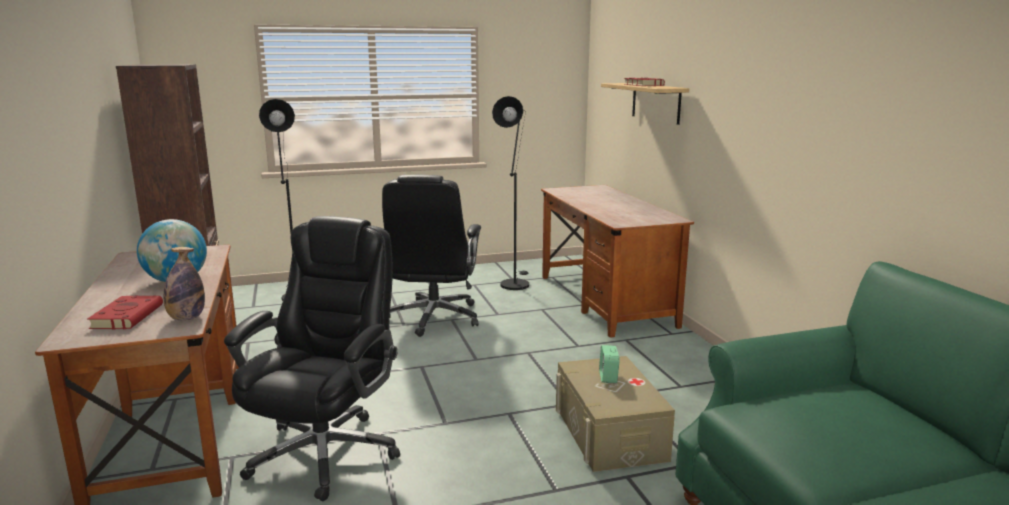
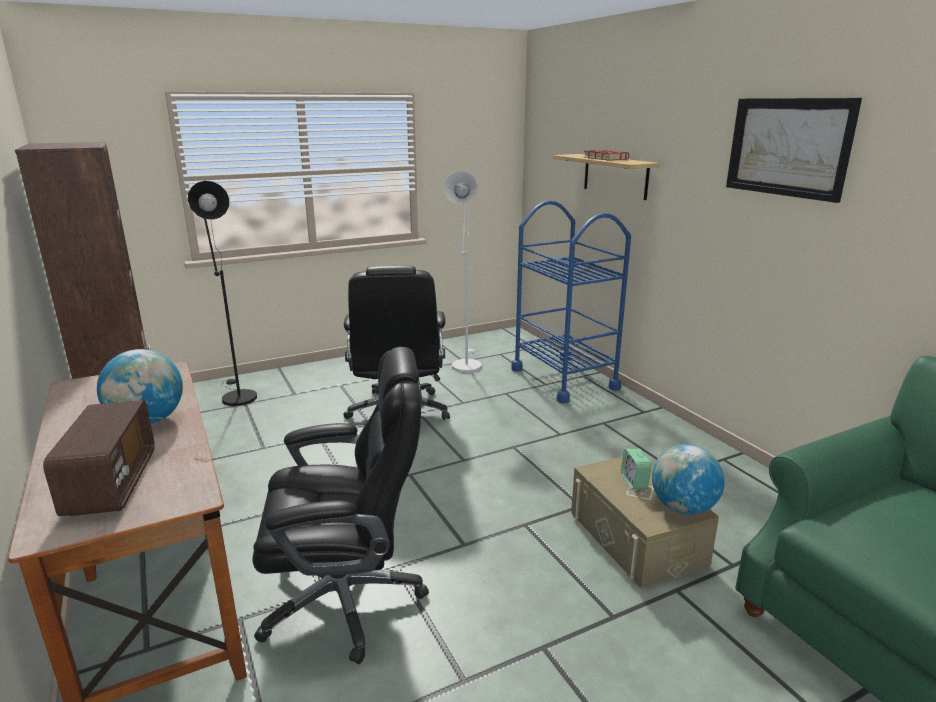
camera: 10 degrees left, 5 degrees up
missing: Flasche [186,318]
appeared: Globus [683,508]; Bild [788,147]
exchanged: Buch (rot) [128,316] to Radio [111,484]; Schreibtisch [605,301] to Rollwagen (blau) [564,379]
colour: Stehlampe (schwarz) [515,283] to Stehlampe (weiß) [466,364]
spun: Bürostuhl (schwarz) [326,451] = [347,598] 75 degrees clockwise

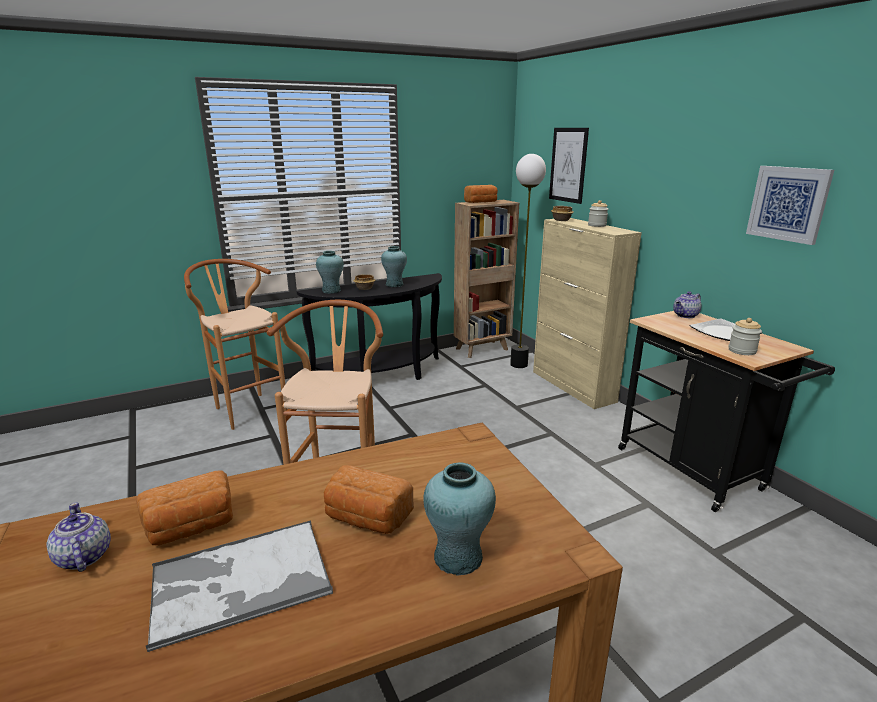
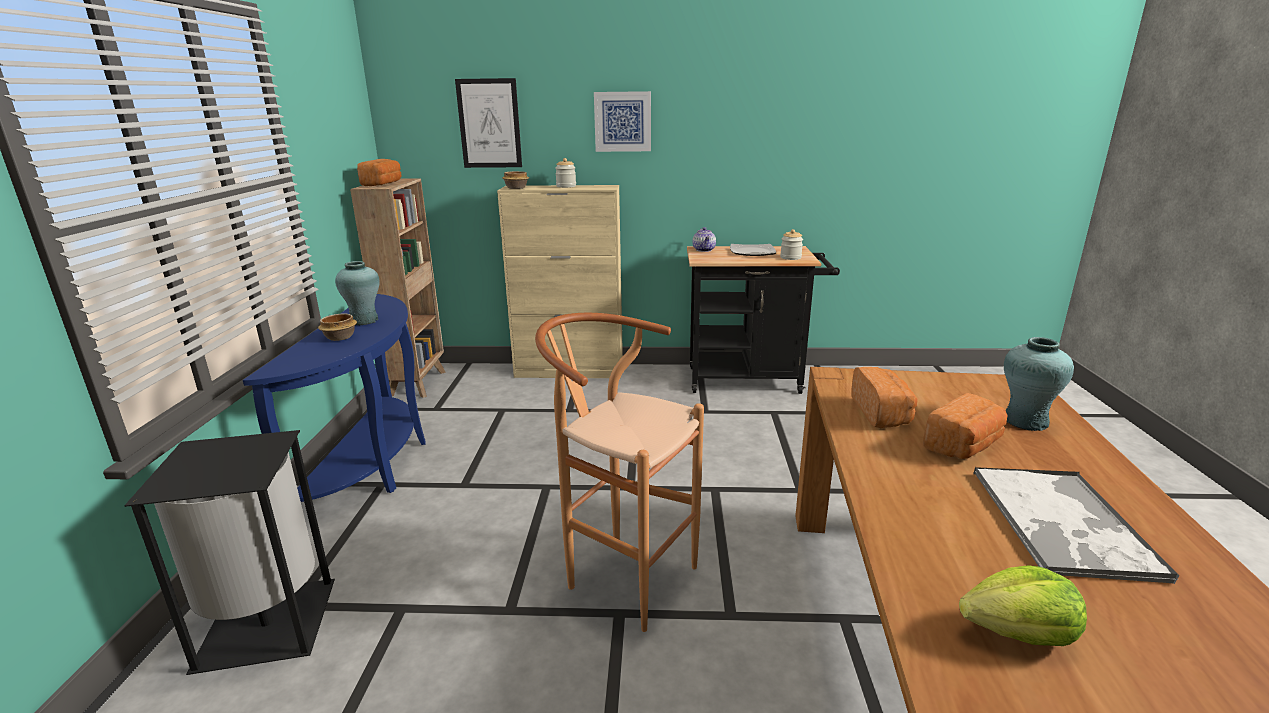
camera: 60 degrees left, 0 degrees up
missing: Vase (türkis) [331,290]; Stehlampe [519,364]
relocated: Brot [192,527] to [882,413]; Bild [788,204] to [623,121]
exchanged: Teekanne [83,557] to Salatkopf [1019,633]; Hocker (braun) [246,408] to Mülleimer (schwarz) [265,622]
colour: Konsolentisch (schwarz) [383,377] to Konsolentisch (blau) [375,466]

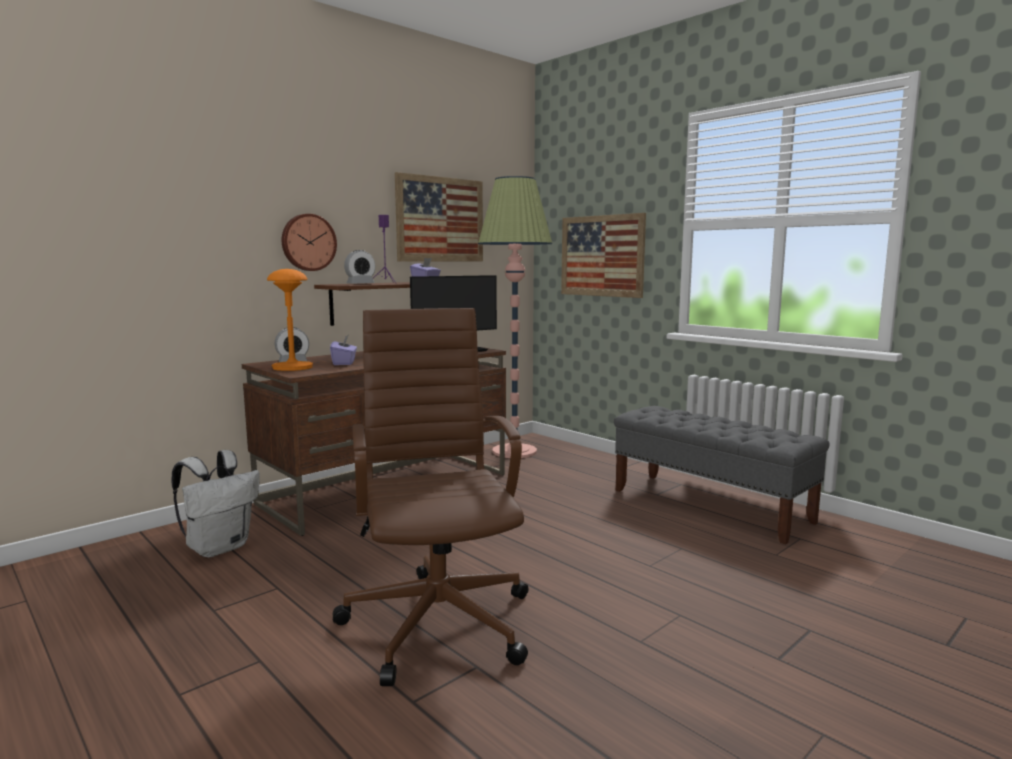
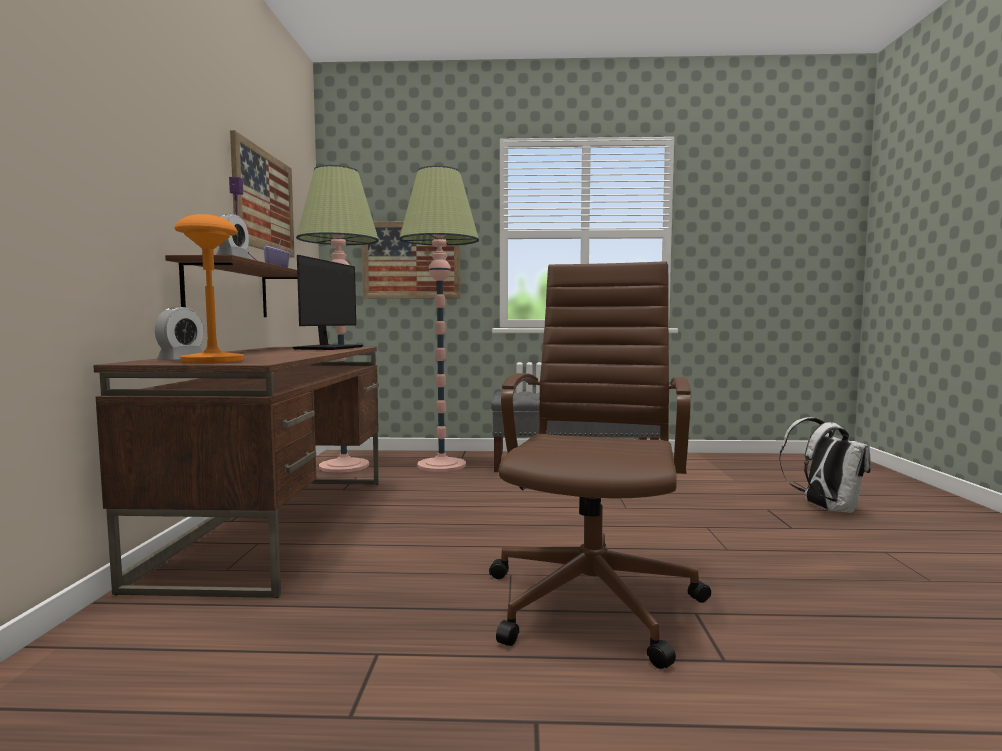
camera: 45 degrees left, 5 degrees down
missing: Wanduhr [308,242]; Taschentuchbox (lila) [344,363]
appeared: Stehlampe [441,465]
relocated: Rucksack (weiß) [219,547] to [825,508]
spun: Bürostuhl (braun) [438,620] = [594,599] 75 degrees clockwise

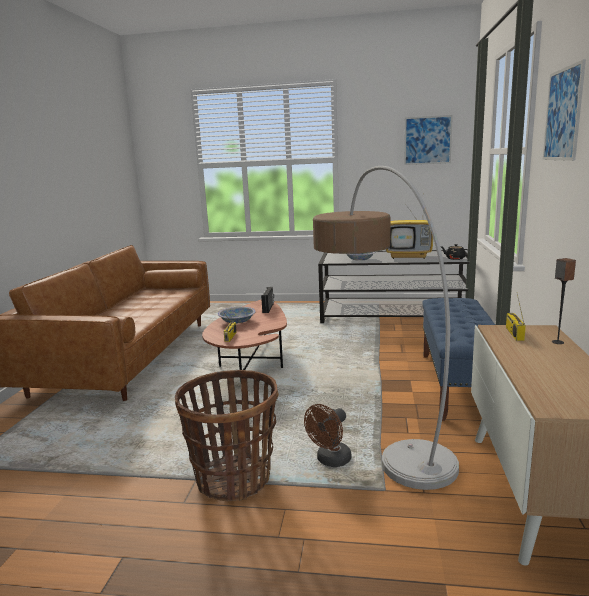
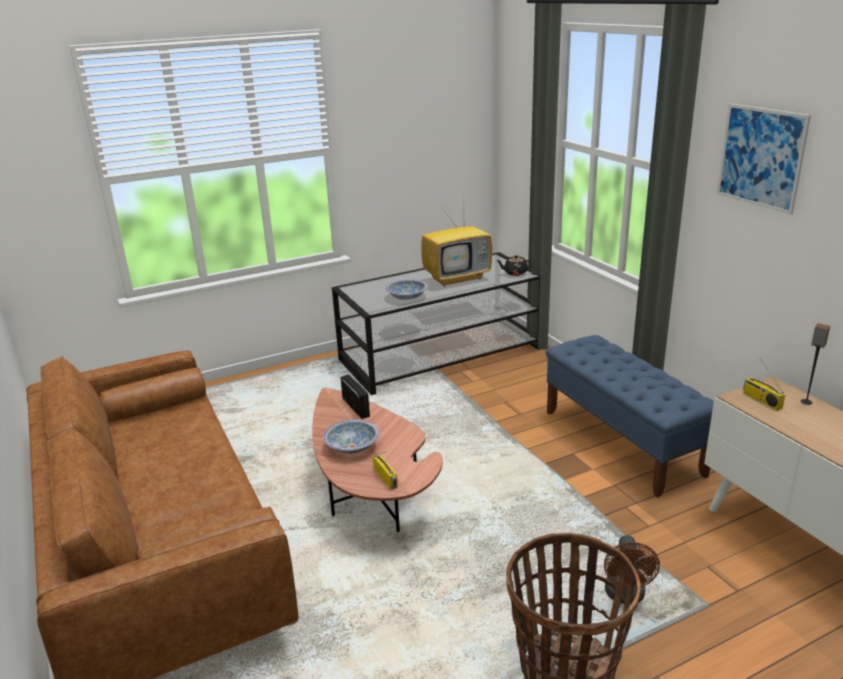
camera: 35 degrees left, 10 degrees up
missing: Stehlampe [376,417]; Bild [427,140]

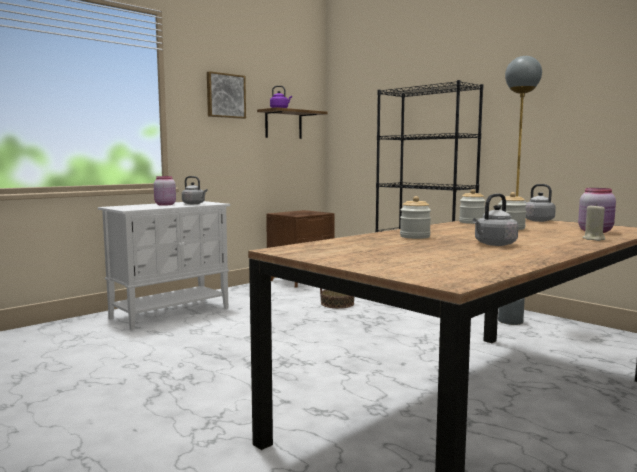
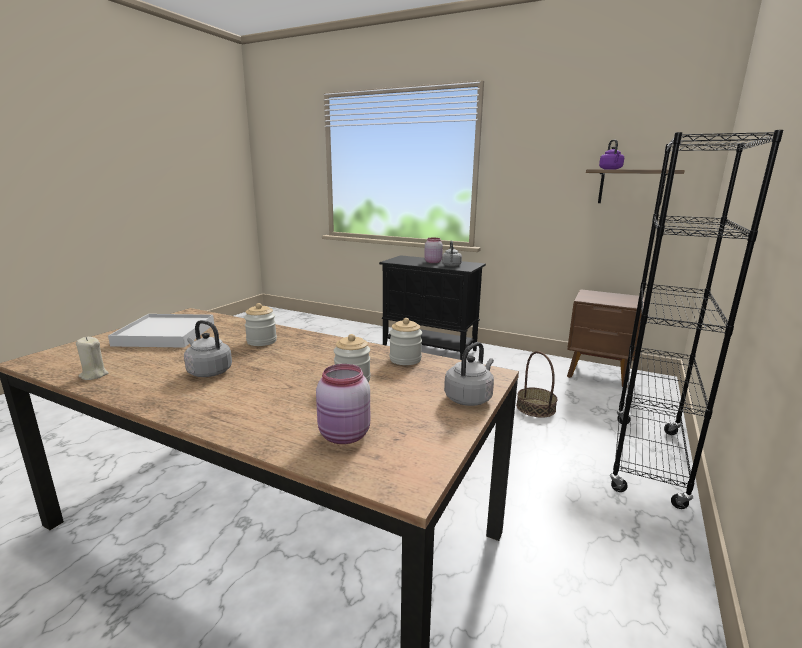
camera: 70 degrees right, 10 degrees up
missing: Bild [225,96]; Stehlampe (grau) [510,321]
appeared: Tablett (weiß) [165,334]
relocated: Kerze (beige) [594,239] to [94,375]
colour: Schrank (weiß) [171,313] to Schrank (schwarz) [430,349]

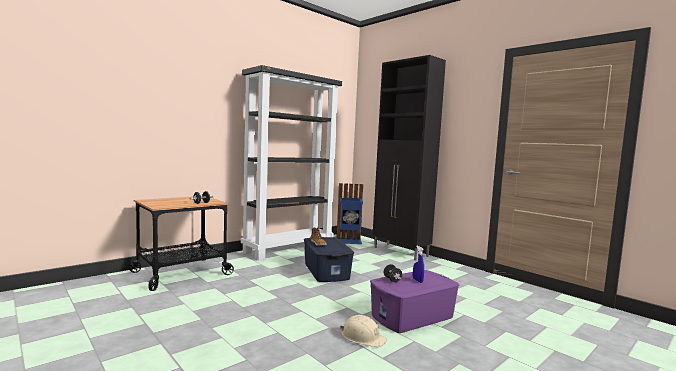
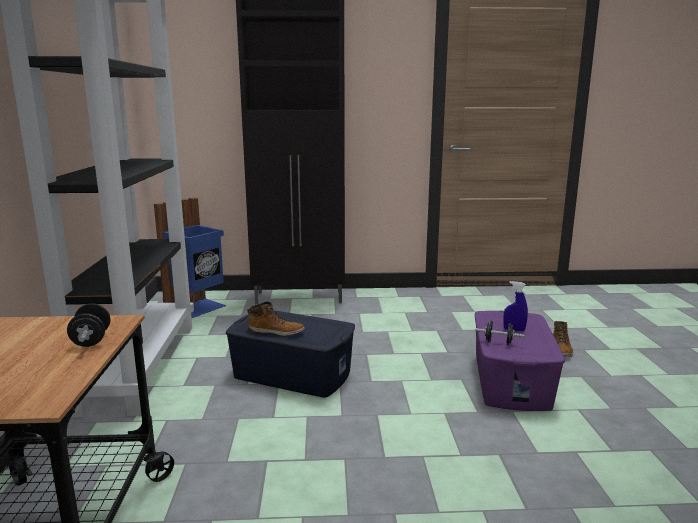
camera: 50 degrees left, 10 degrees up
missing: Schutzhelm (beige) [363,337]
appeared: Stiefel [561,349]

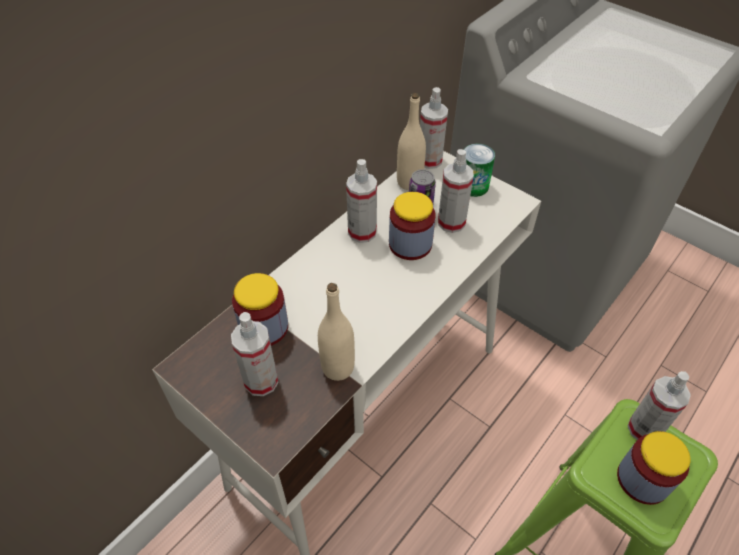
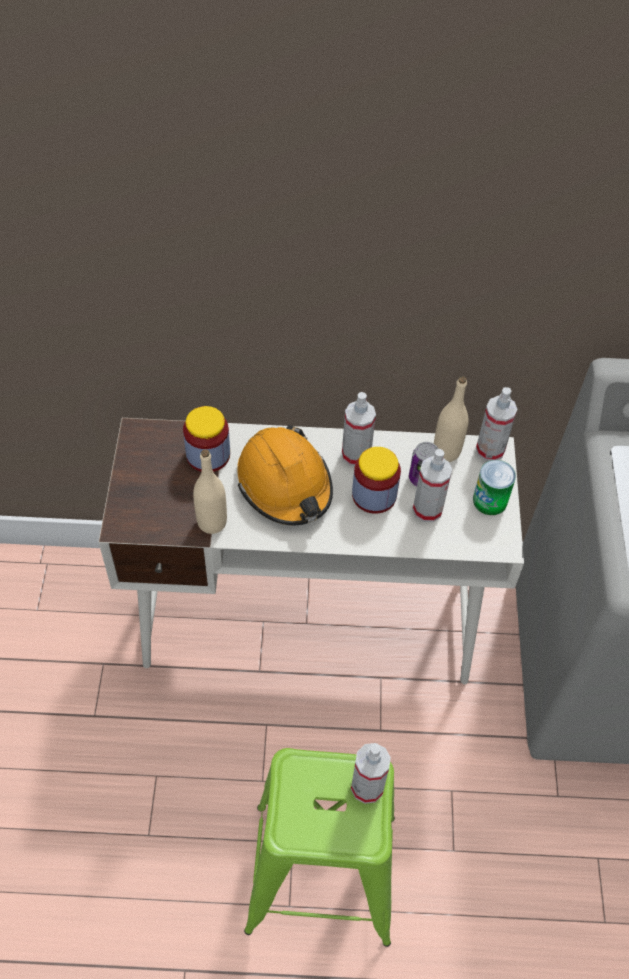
camera: 50 degrees right, 5 degrees up
missing: Sprühflasche [261,381]; Vorratsglas [642,479]
appeared: Schutzhelm (orange) [285,484]

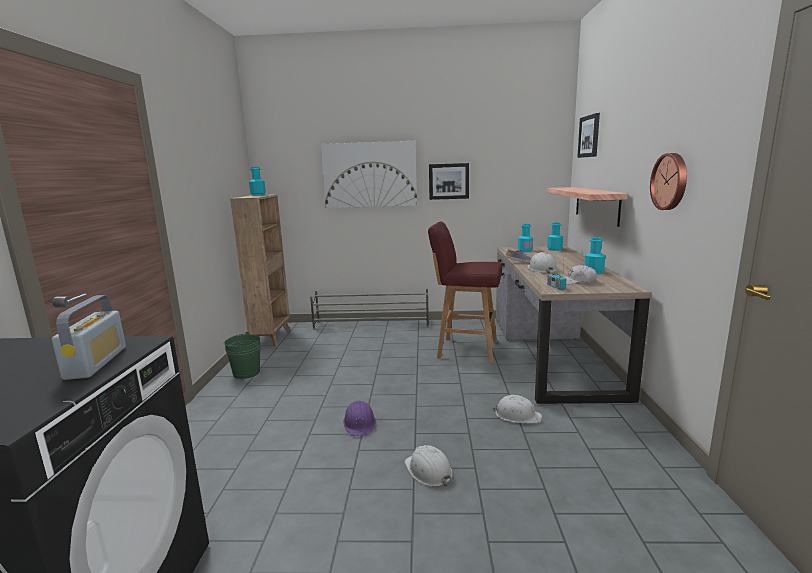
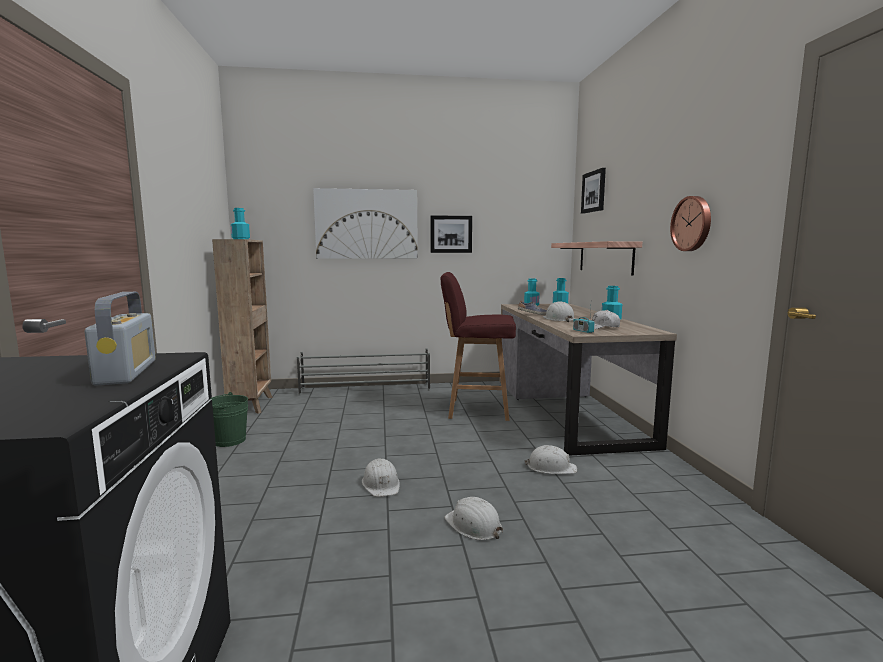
camera: 10 degrees left, 5 degrees down
colour: Schutzhelm (lila) [359,423] to Schutzhelm (weiß) [381,484]

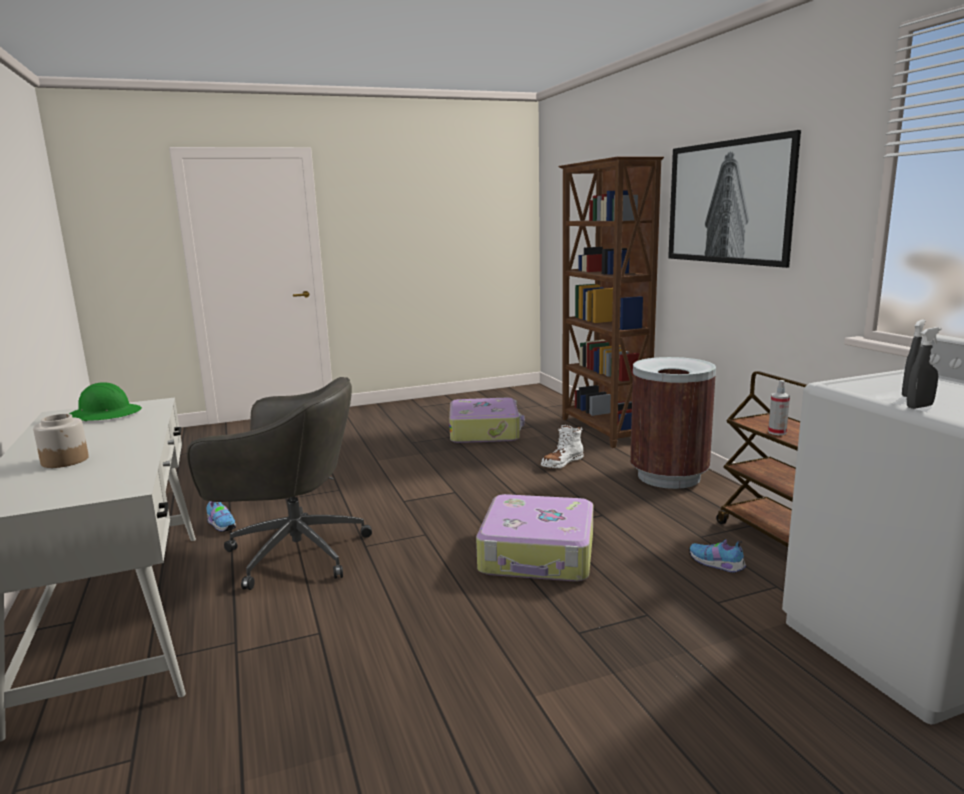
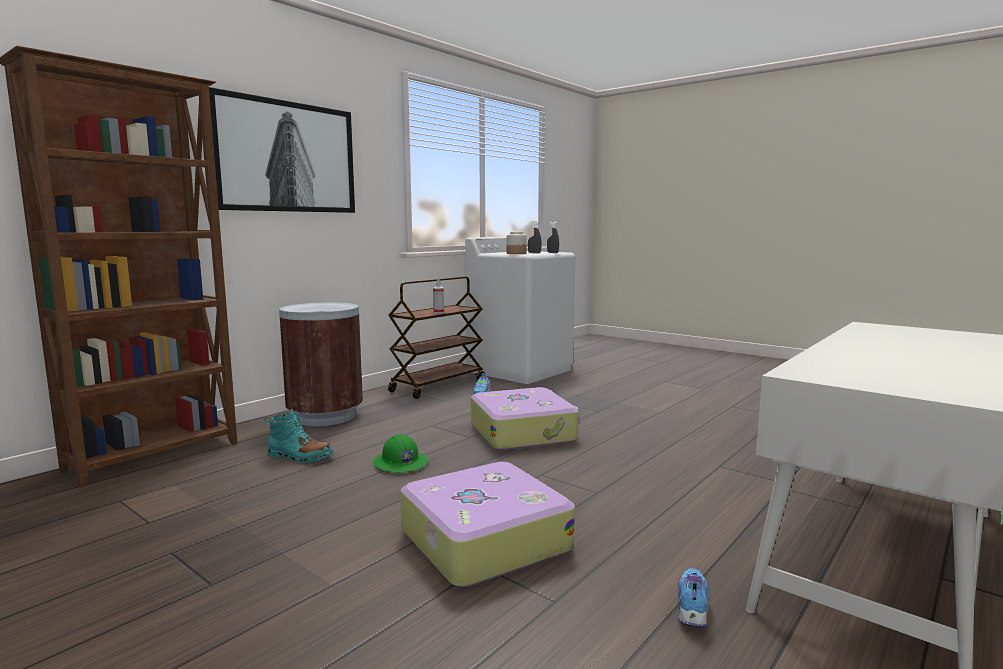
camera: 120 degrees left, 5 degrees down
missing: Bürostuhl (grau) [293,552]
relocated: Vorratsglas [65,460] to [516,253]; Schutzhelm (grün) [105,414] to [400,463]; Koffer [485,431] to [483,540]
colour: Stiefel (weiß) [562,463] to Stiefel (türkis) [299,457]

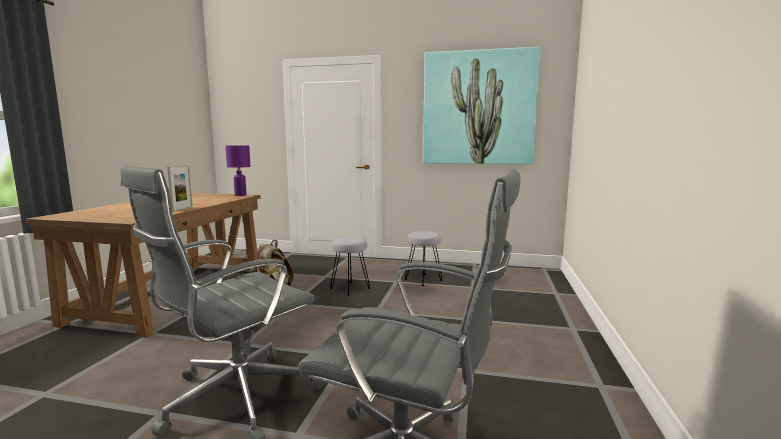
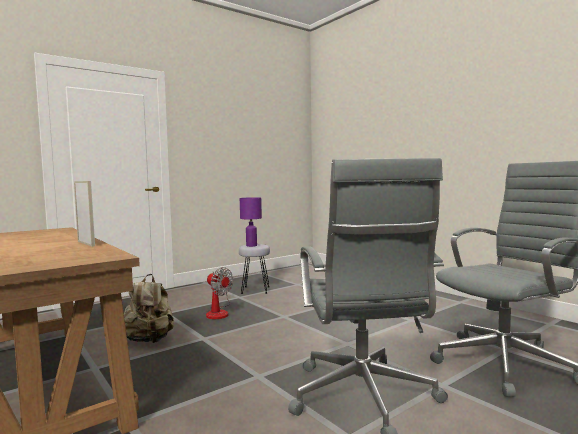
camera: 50 degrees left, 5 degrees down
missing: Bild [478,108]
relocated: Tischlampe (lila) [240,195] to [251,245]
exchanged: Hocker (grau) [350,288] to Ventilator [218,312]

